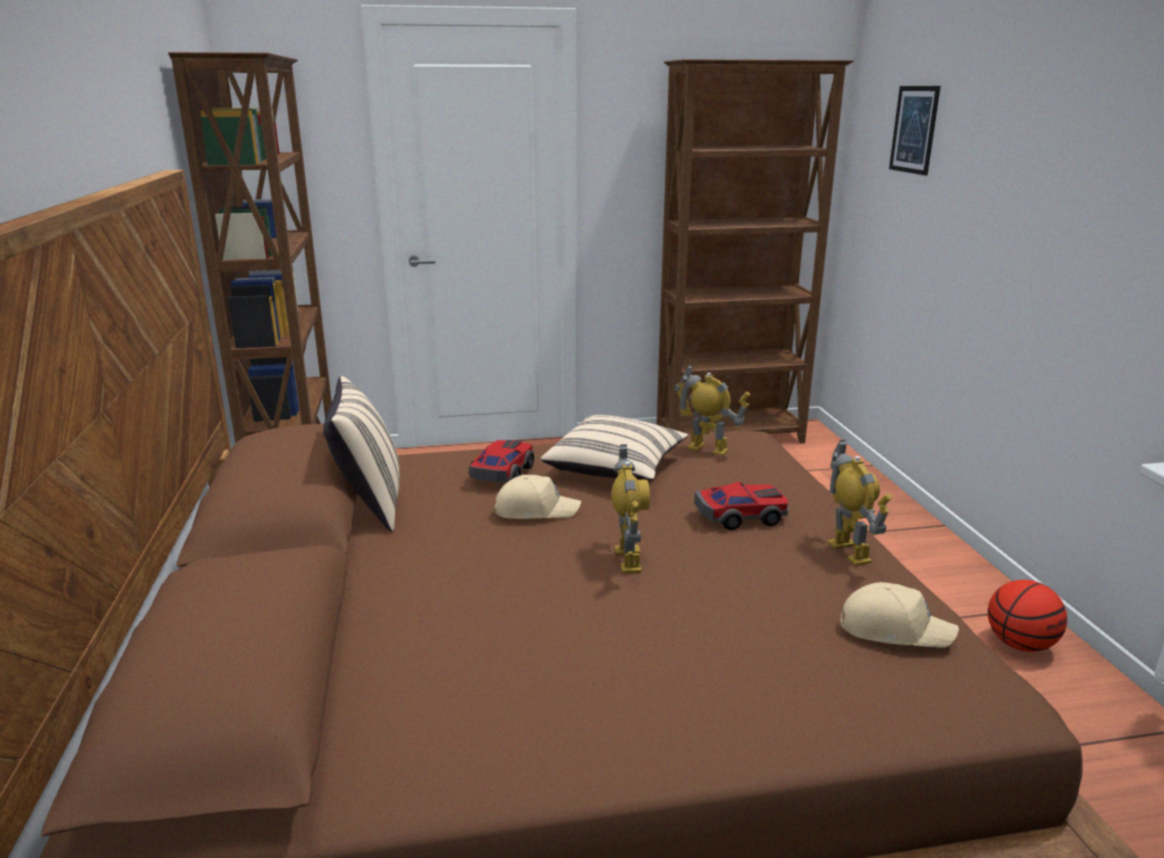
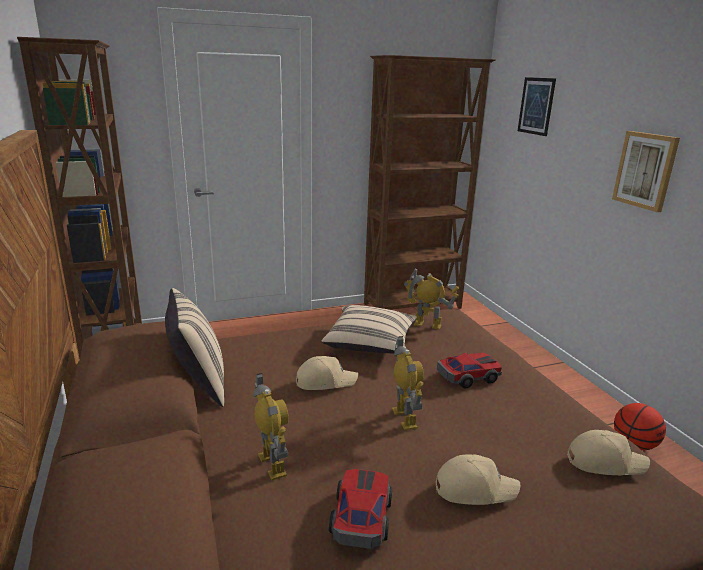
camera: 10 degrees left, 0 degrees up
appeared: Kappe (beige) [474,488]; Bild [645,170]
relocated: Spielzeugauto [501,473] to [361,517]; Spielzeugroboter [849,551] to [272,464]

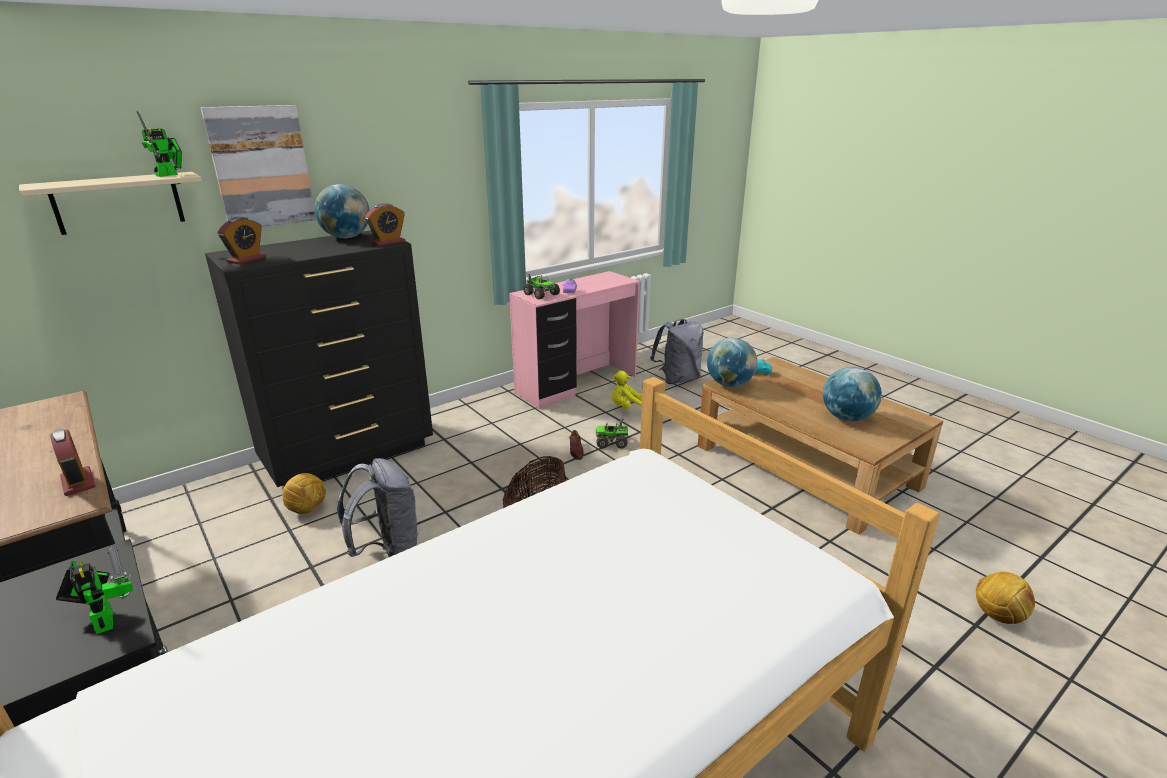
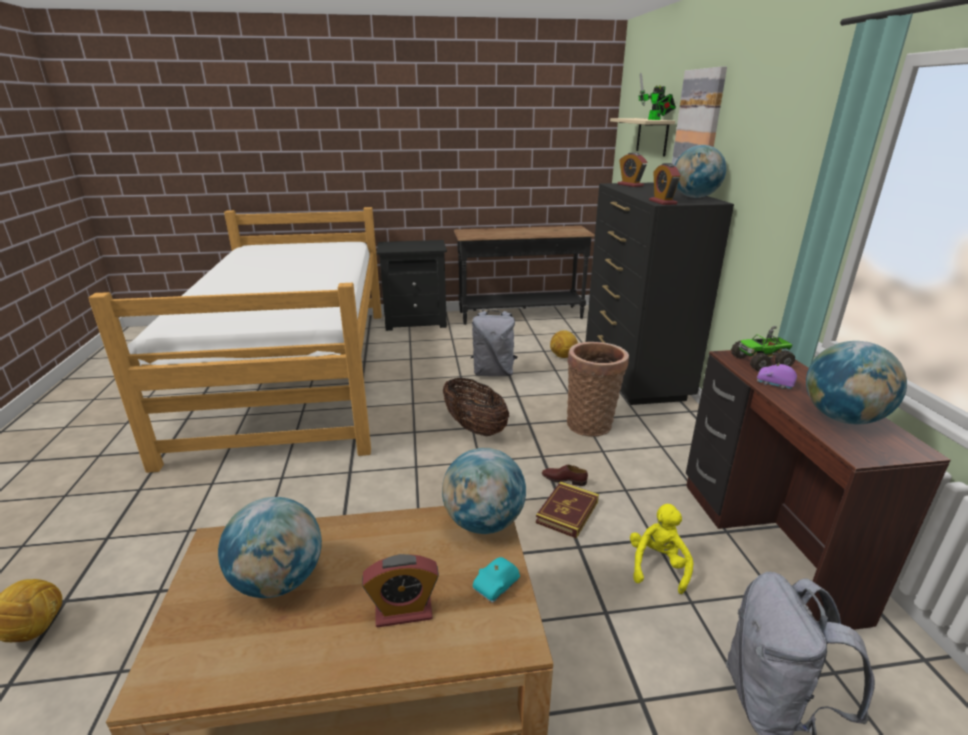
camera: 120 degrees right, 0 degrees up
missing: Spielzeugroboter [104,619]
appeared: Korb [591,423]; Globus [842,418]
relocated: Wecker [78,482] to [403,611]
exchanged: Spielzeuglaster [612,442] to Buch [567,512]
colour: Schreibtisch (rosa) [577,385] to Schreibtisch (braun) [763,546]

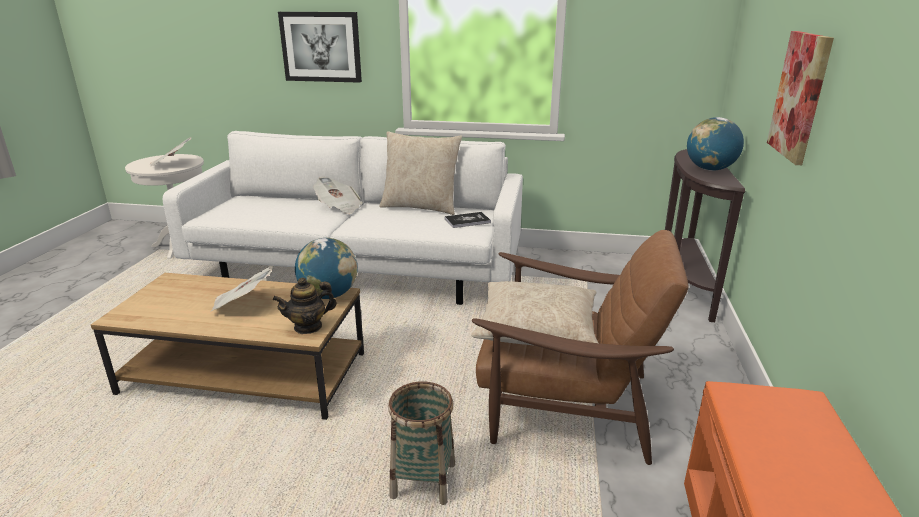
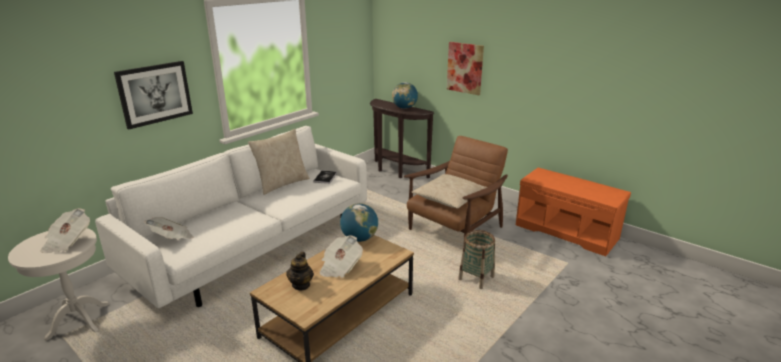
camera: 60 degrees left, 0 degrees up
relocated: Teekanne [308,327] to [301,285]; Zeitung [339,207] to [172,238]

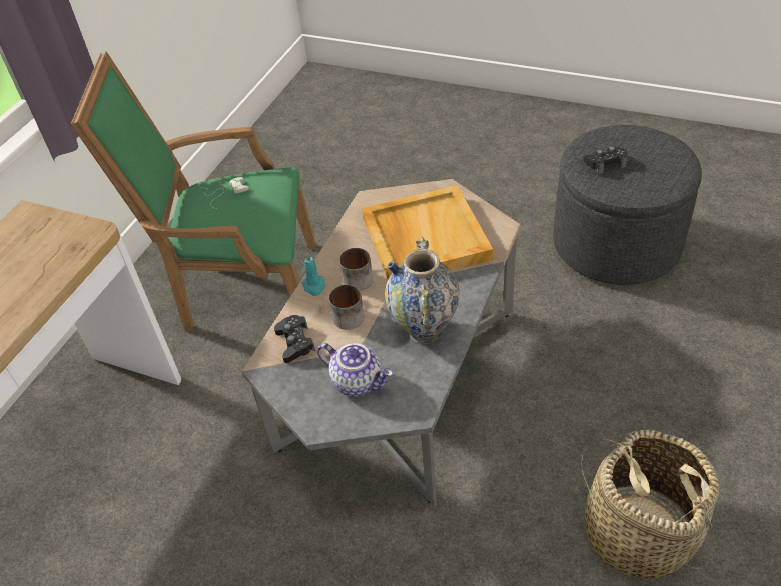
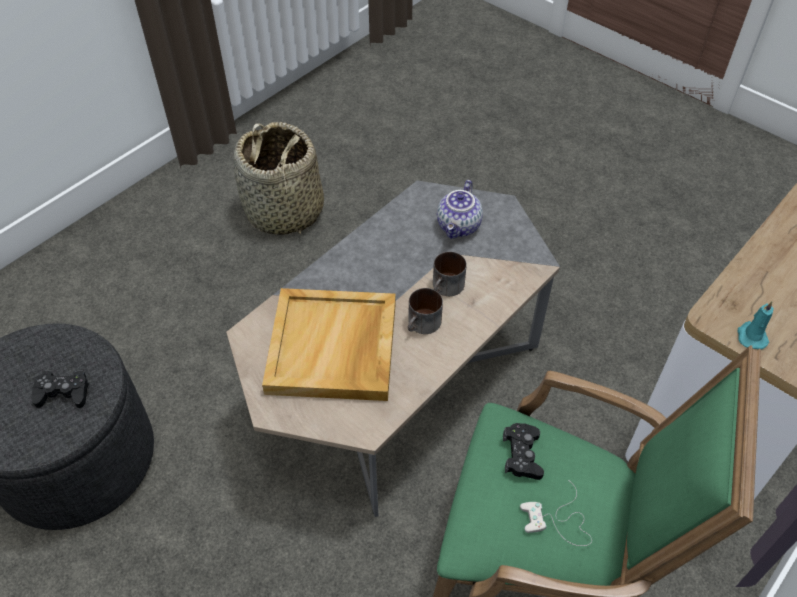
camera: 165 degrees left, 5 degrees up
missing: Vase [424,331]
relocated: Gamepad (schwarz) [295,343] to [522,455]; Kerze (türkis) [314,286] to [751,336]
spun: Teekanne [358,381] = [459,227] 120 degrees counterclockwise

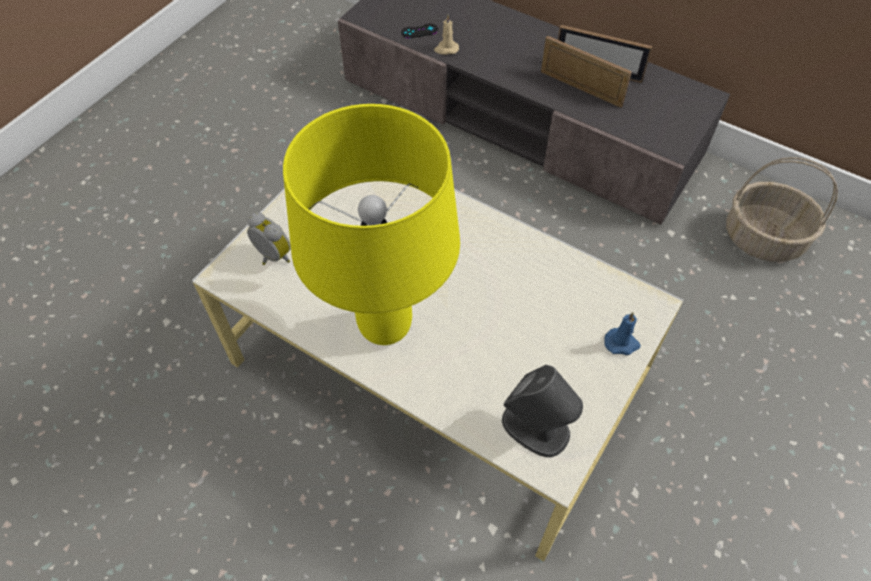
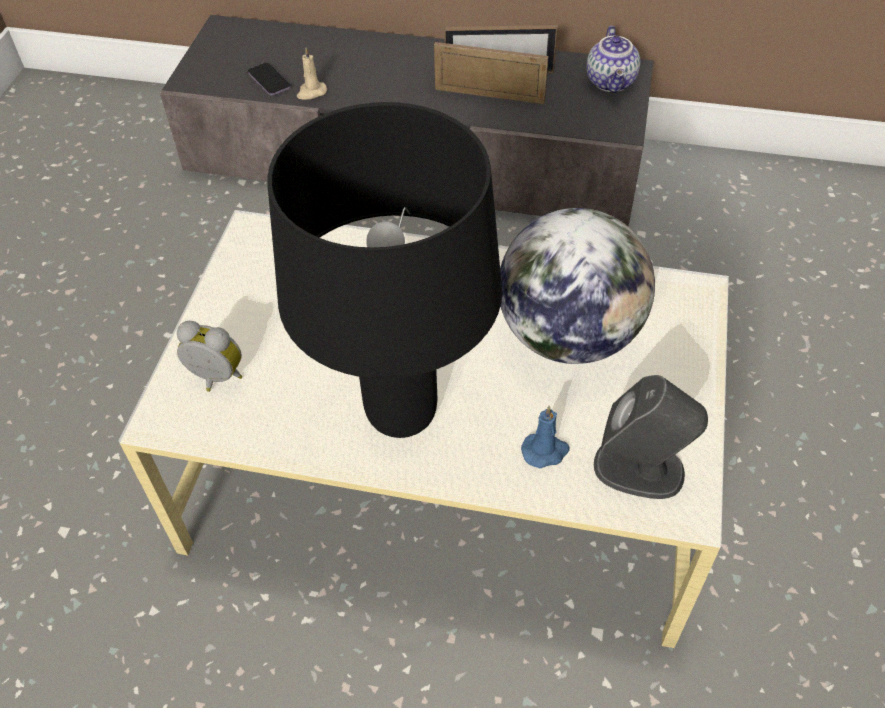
camera: 20 degrees left, 5 degrees down
missing: Korb [764,238]
appeared: Globus [568,335]; Teekanne [612,82]
relocated: Kerze (blau) [622,343] to [545,451]
exchanged: Gamepad (schwarz) [419,31] to Handy [269,81]
colour: Tischlampe (gelb) [386,327] to Tischlampe (schwarz) [403,414]

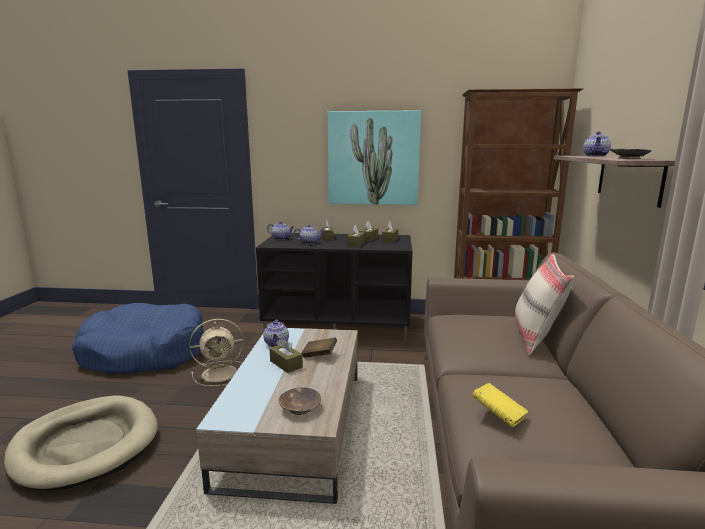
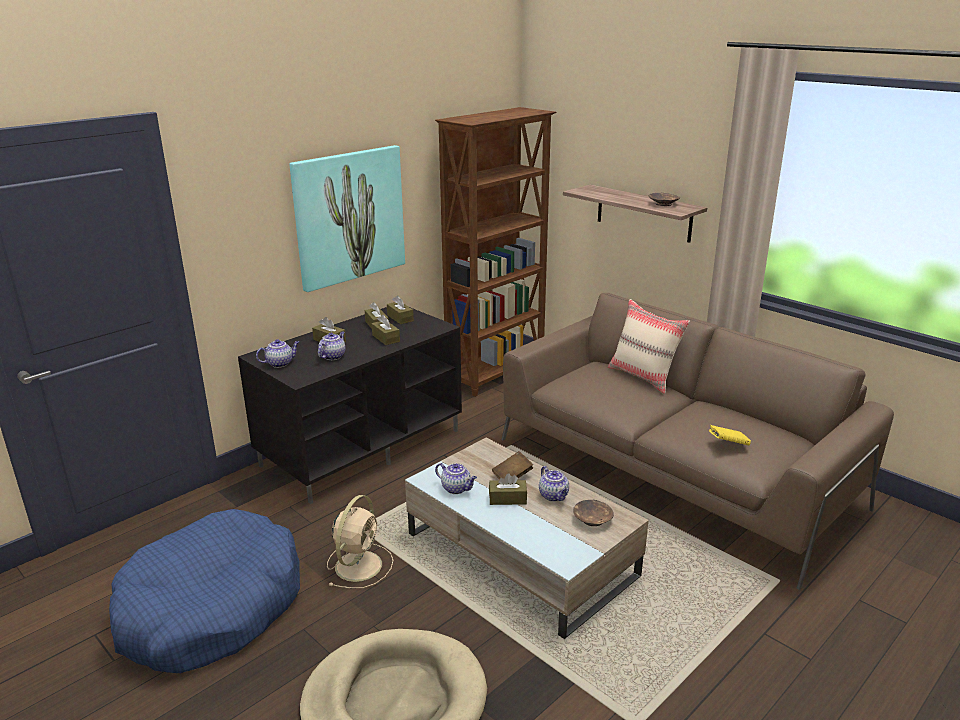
camera: 50 degrees left, 10 degrees up
relocated: Teekanne [595,156] to [554,496]

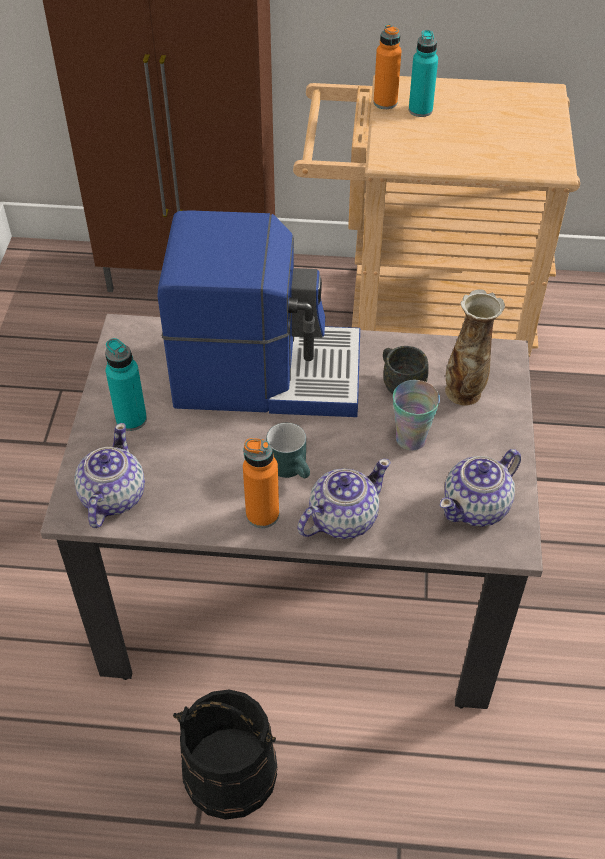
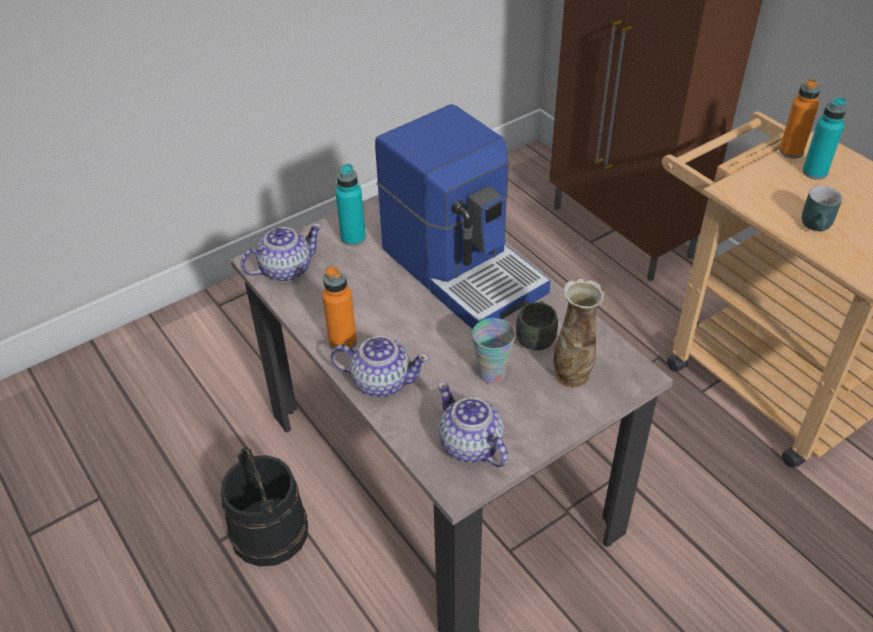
camera: 50 degrees right, 5 degrees down
relocated: Henkelbecher (türkis) [292,467] to [818,226]
spun: Teekanne [477,506] = [470,446] 45 degrees clockwise

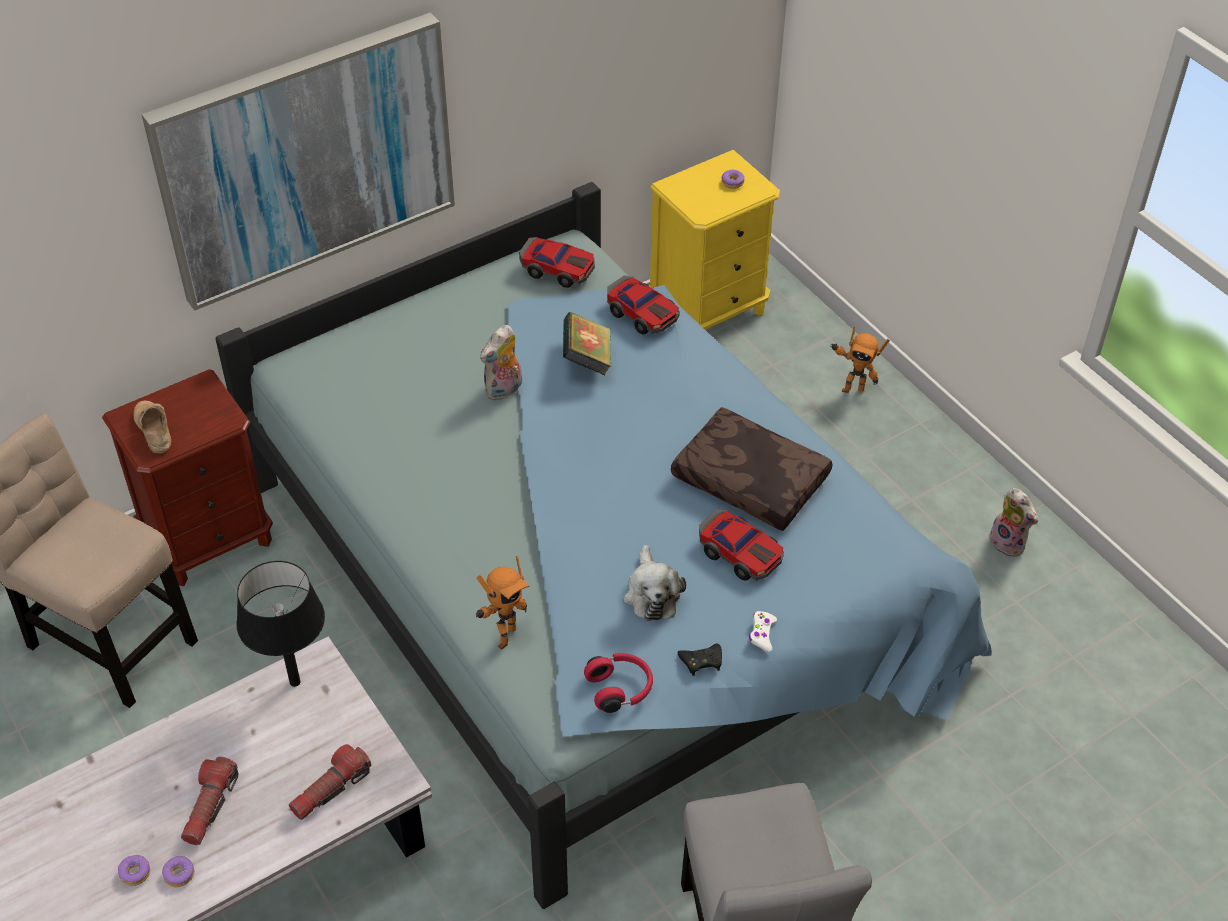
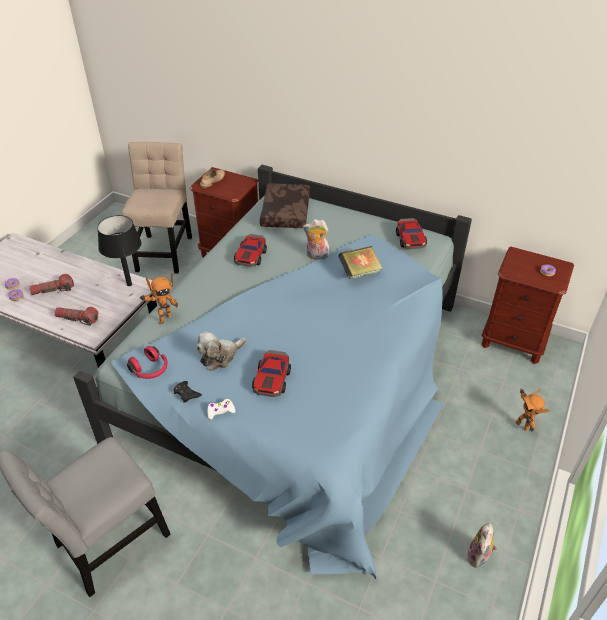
camera: 60 degrees right, 5 degrees down
missing: Bild [306,158]
relocated: Spielzeugauto [642,313] to [251,256]; Kissen (braun) [748,481] to [284,212]
colour: Nachttisch (gelb) [709,309] to Nachttisch (braun) [513,341]
spun: Spielzeugroboter [503,636] = [163,318] 45 degrees counterclockwise

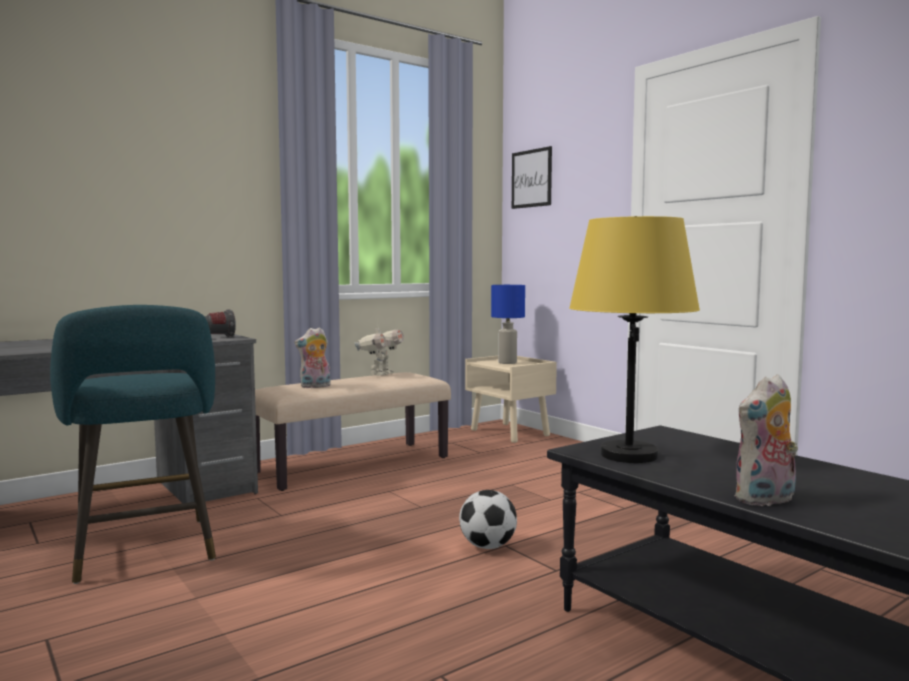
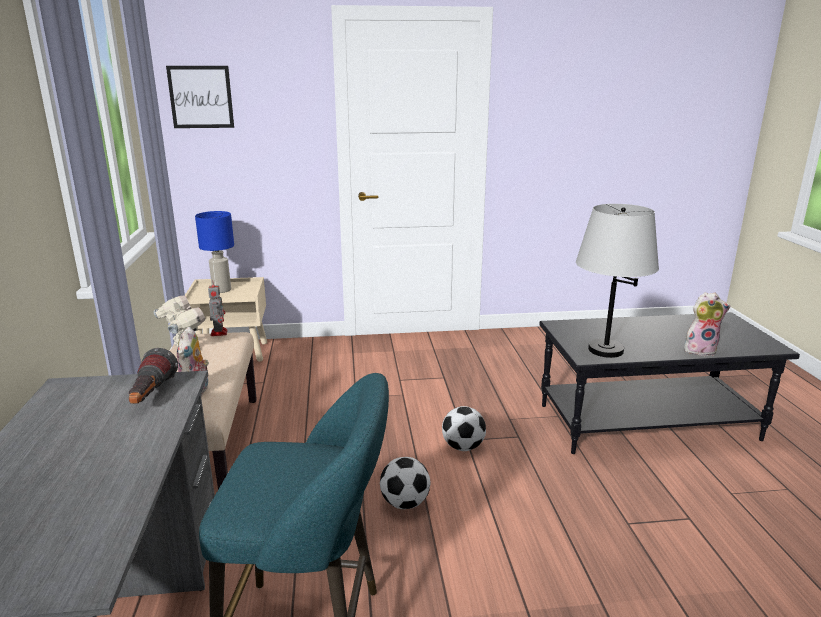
camera: 60 degrees left, 15 degrees up
appeared: Spielzeugroboter [219,332]; Fußball [404,503]
colour: Tischlampe (gelb) [628,455] to Tischlampe (grau) [605,350]
spun: Plüschtier [766,500] = [700,350] 90 degrees counterclockwise

